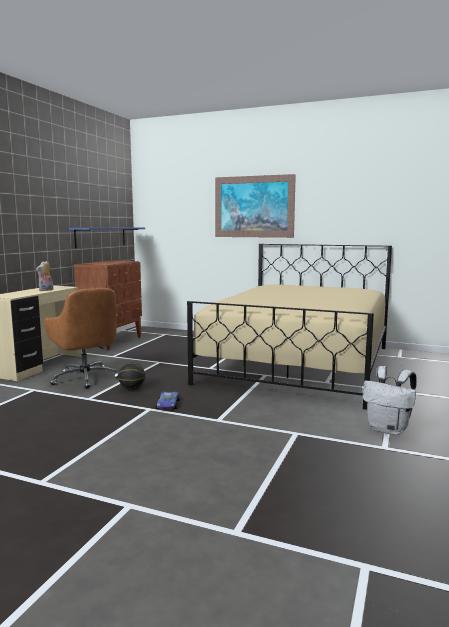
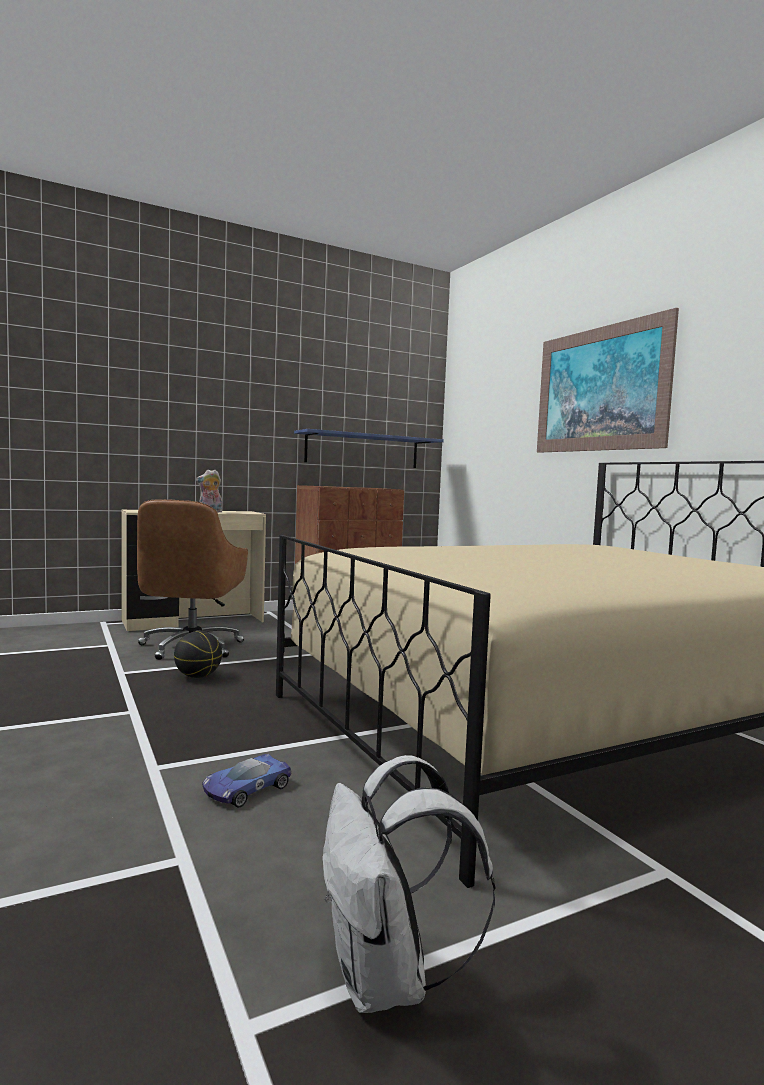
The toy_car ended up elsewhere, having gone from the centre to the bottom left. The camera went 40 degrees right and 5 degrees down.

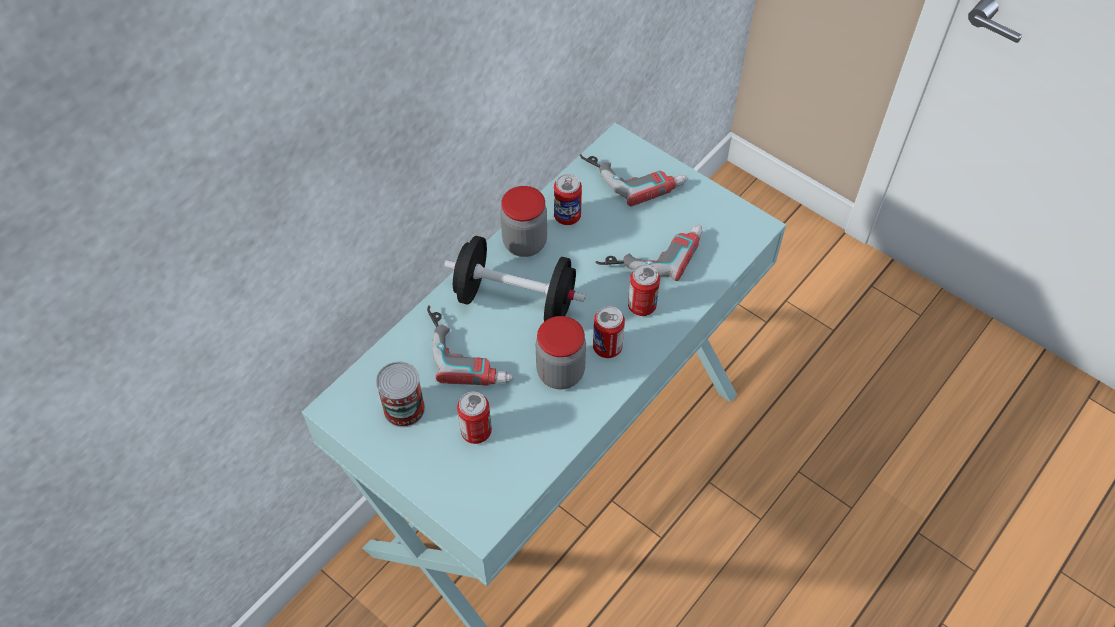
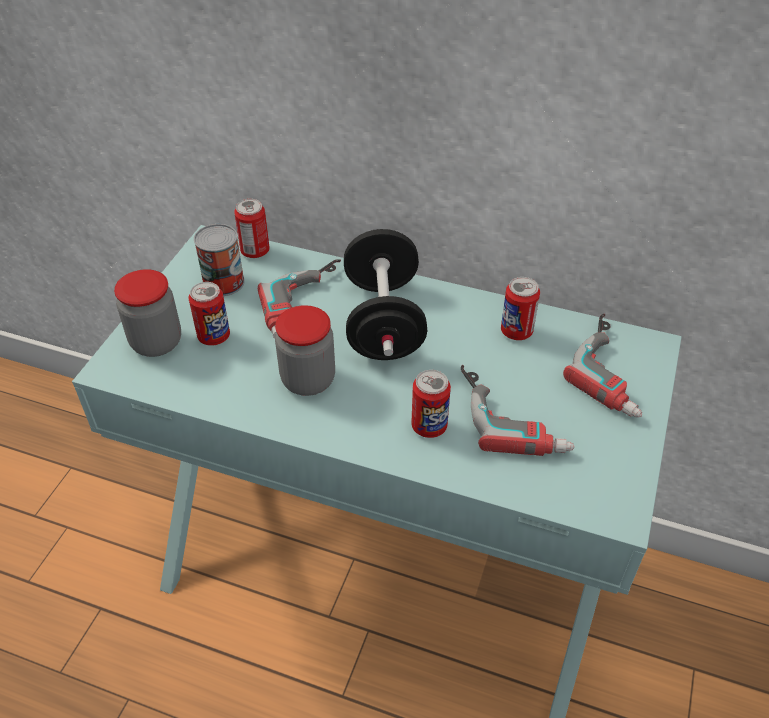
The jar (1st from left) ended up elsewhere, having gone from the centre to the middle left. The can (4th from left in the first image) ended up elsewhere, having gone from the centre to the top left. The camera went 70 degrees right and 10 degrees down.

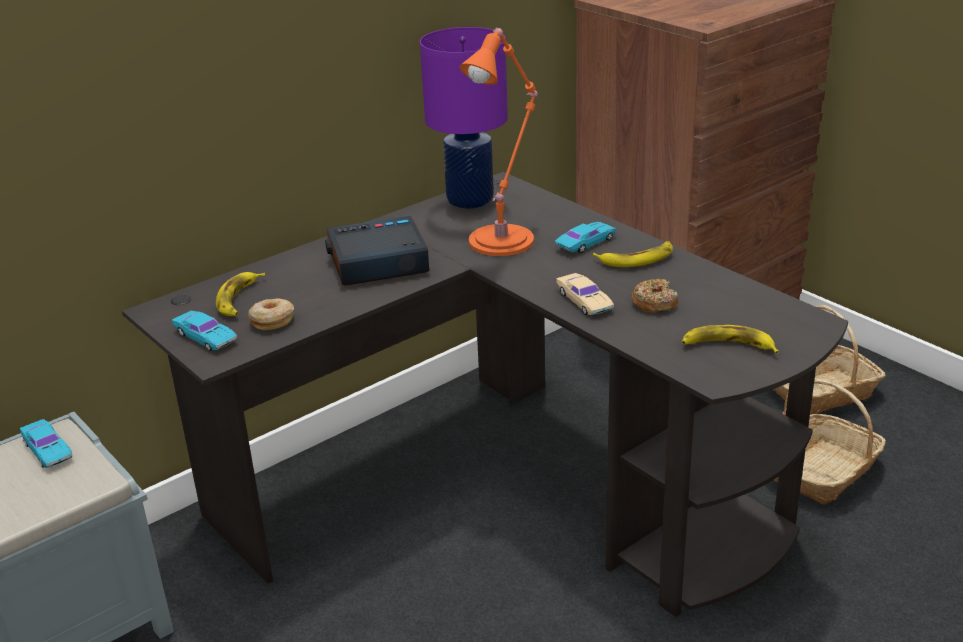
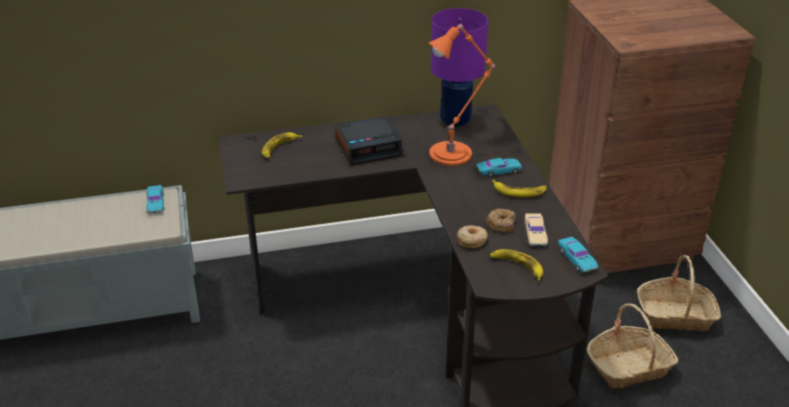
The alarm_clock at the centre ended up facing another way, 150 degrees clockwise from before. The donut (1st from left) ended up elsewhere, having gone from the middle left to the centre. The beige_toy_car ended up elsewhere, having gone from the centre to the middle right. The turquoise_toy_car (2nd from left in the first image) ended up elsewhere, having gone from the middle left to the middle right. The camera went 25 degrees right and 5 degrees up.

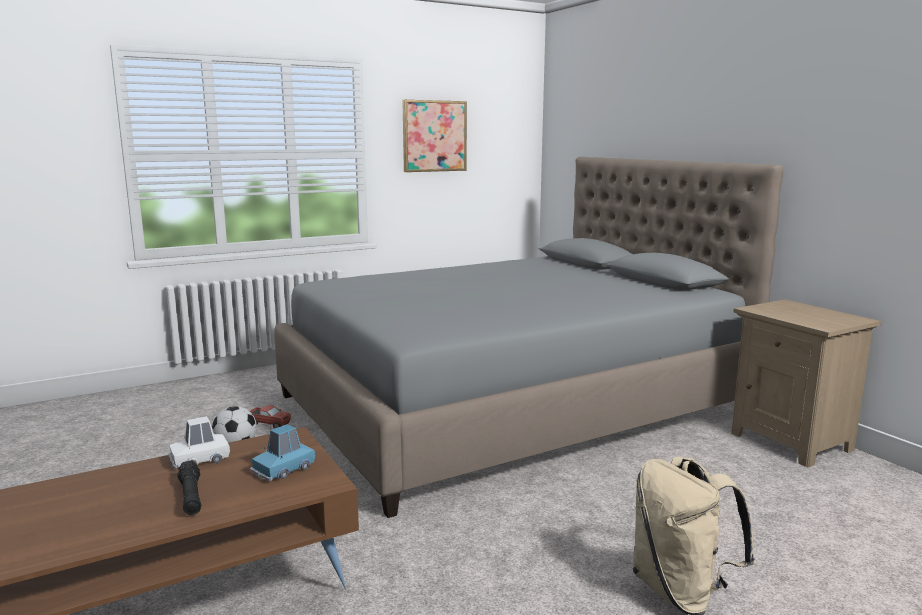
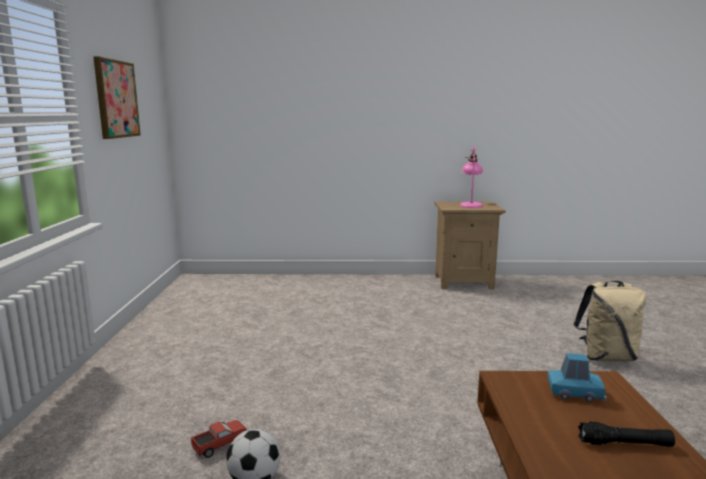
The second view gained the pink_table_lamp at the middle right. The blue_toy_car at the bottom left ended up facing another way, 60 degrees counterclockwise from before. The second view lost the white_toy_car at the bottom left. The second view lost the grey_bed at the centre. The camera went 60 degrees left and 0 degrees up.

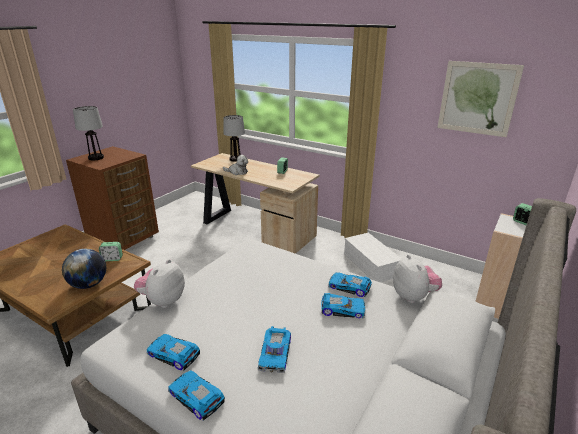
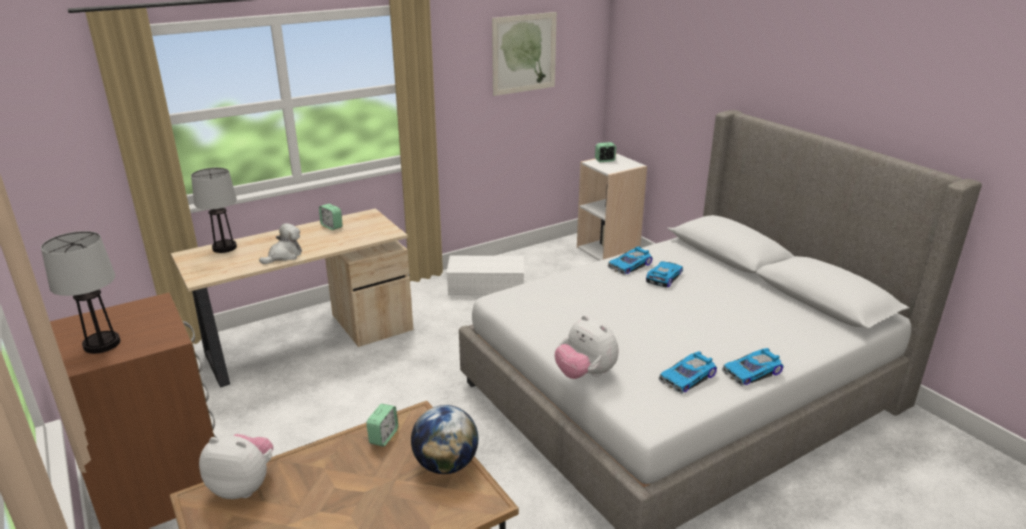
The plush_toy (3rd from left in the first image) ended up elsewhere, having gone from the middle right to the bottom left. The second view lost the toy_car (3rd from left) at the bottom centre. The camera went 65 degrees left and 0 degrees up.

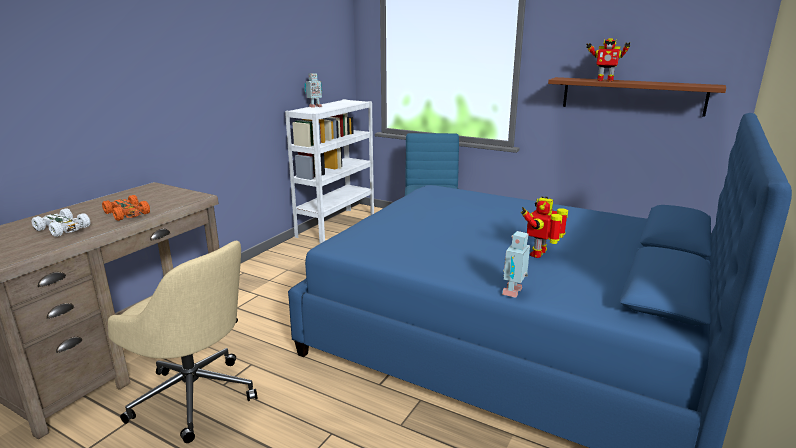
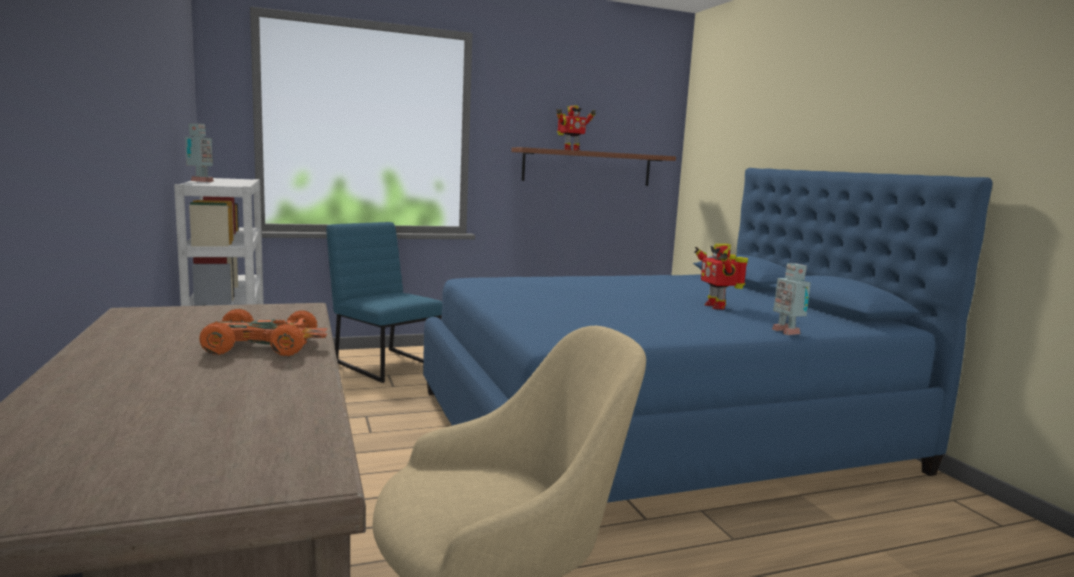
The second view lost the white_toy_car at the middle left. The camera went 50 degrees left and 10 degrees down.

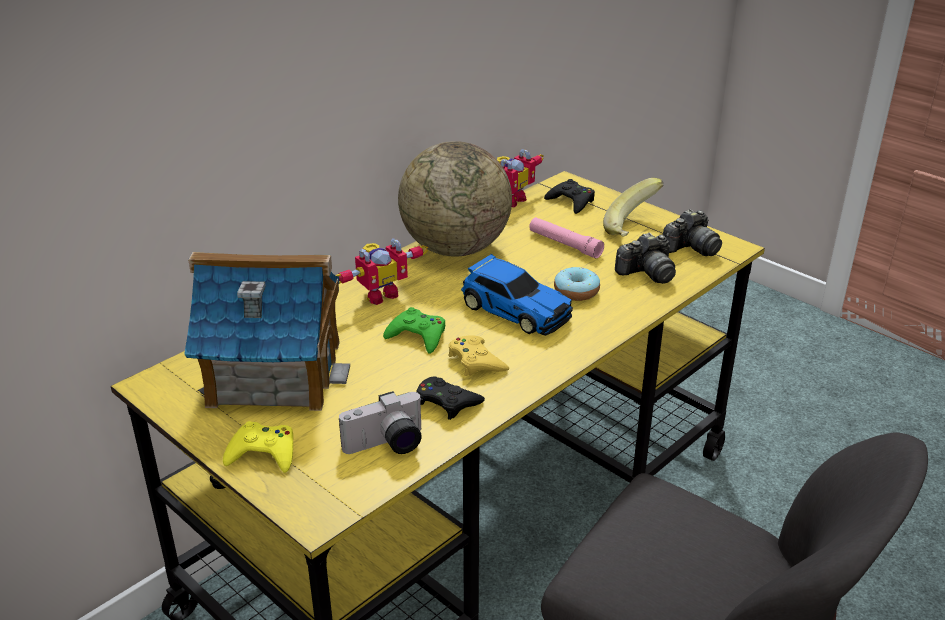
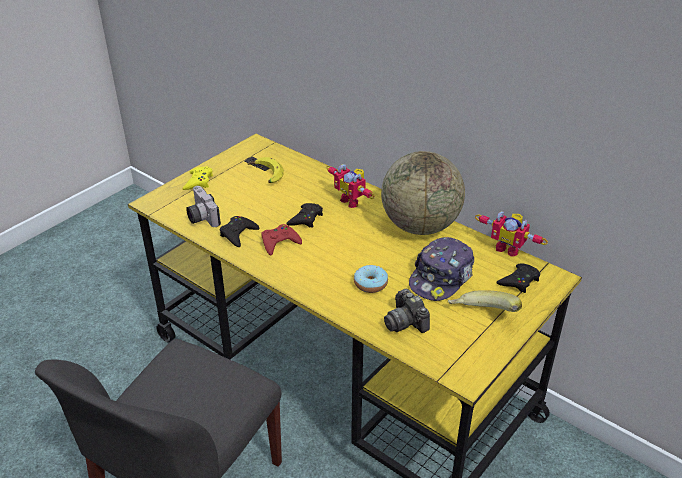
Where the toy_house stood at the middle left, the banana (1st from left) came to stand at the centre. What was the yellow_game_controller (2nd from left) at the centre turned into the red_game_controller at the centre. What was the green_game_controller at the centre turned into the black_game_controller (2nd from left) at the centre. Where the pink_flashlight stood at the centre, the cap came to stand at the centre. The second view lost the toy_car at the centre. The second view lost the photo_camera (3rd from left) at the middle right. The camera went 85 degrees right and 5 degrees up.

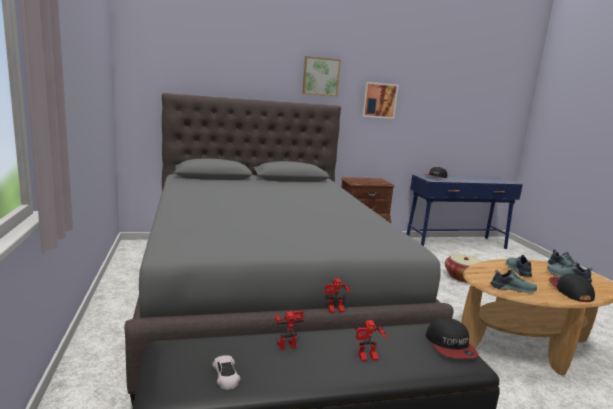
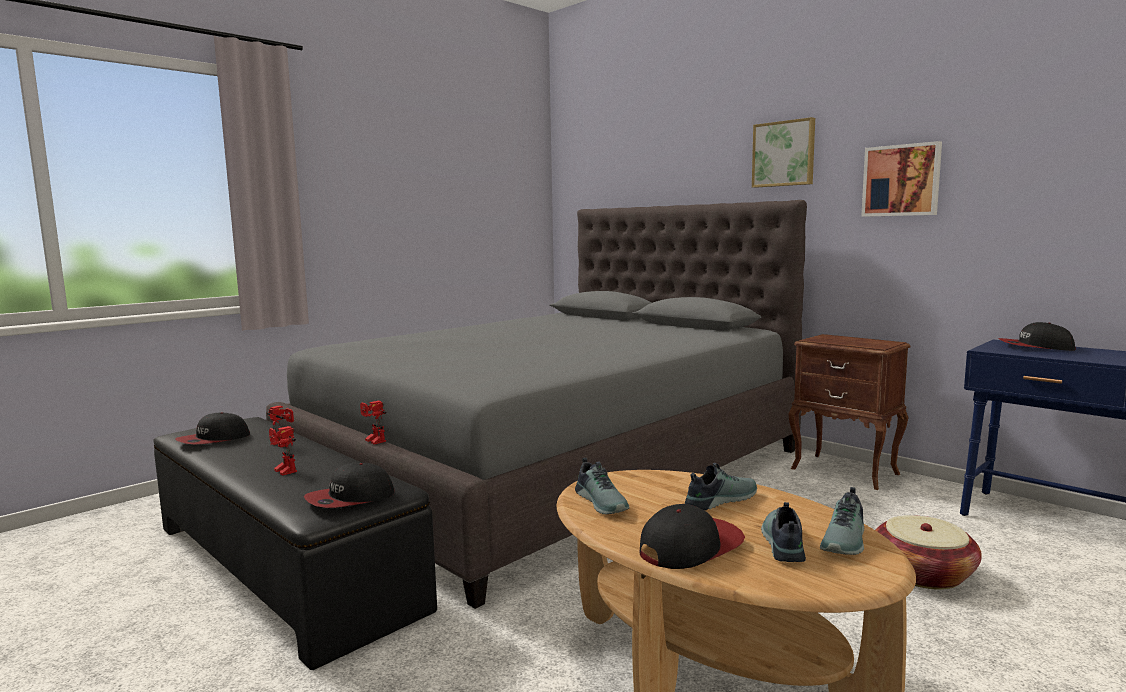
Where the white_toy_car stood at the bottom centre, the cap (1st from left) came to stand at the middle left. The camera went 60 degrees right and 5 degrees down.

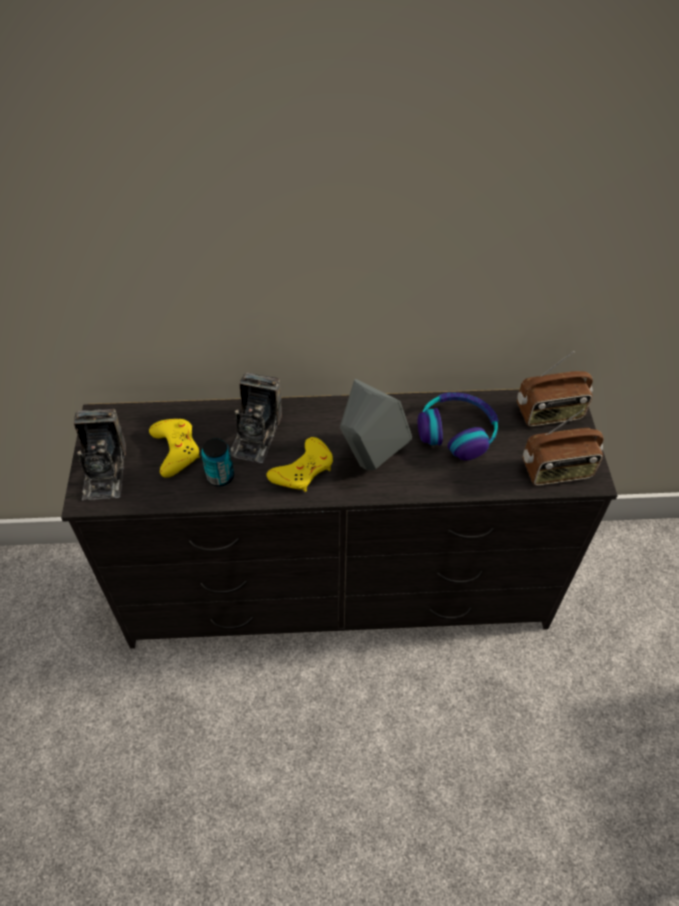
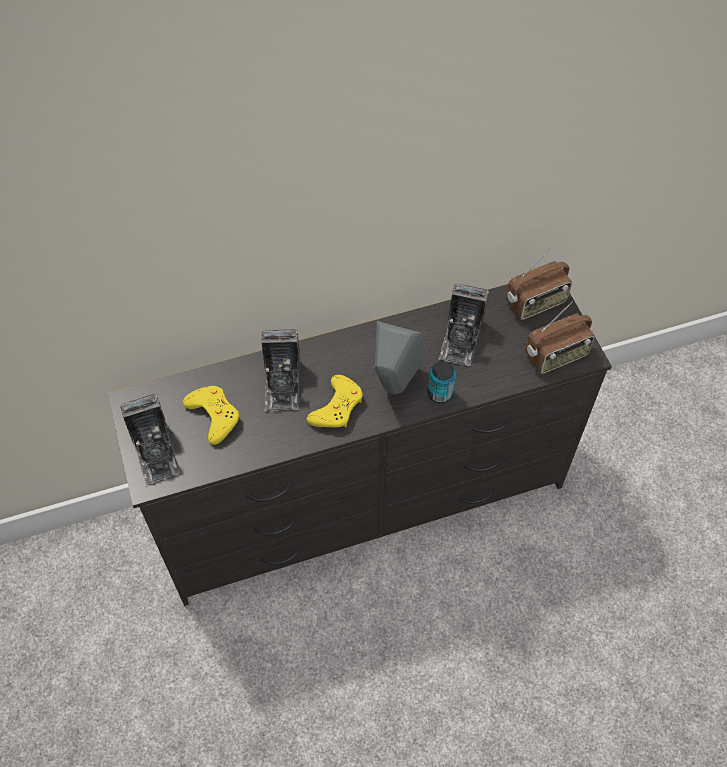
The can ended up elsewhere, having gone from the middle left to the centre. Where the headphones stood at the middle right, the photo_camera (3rd from left) came to stand at the centre. The camera went 15 degrees left and 5 degrees up.

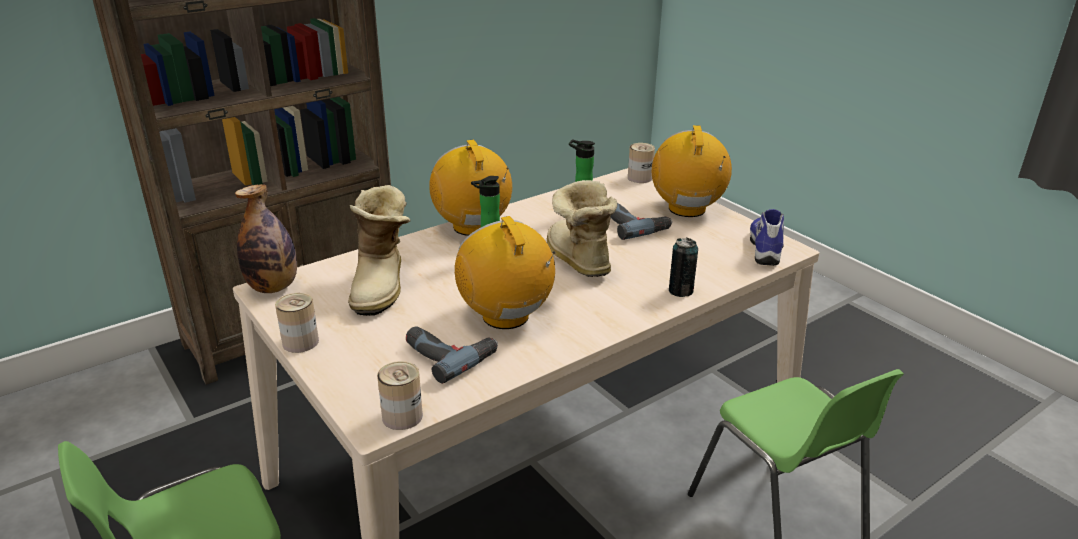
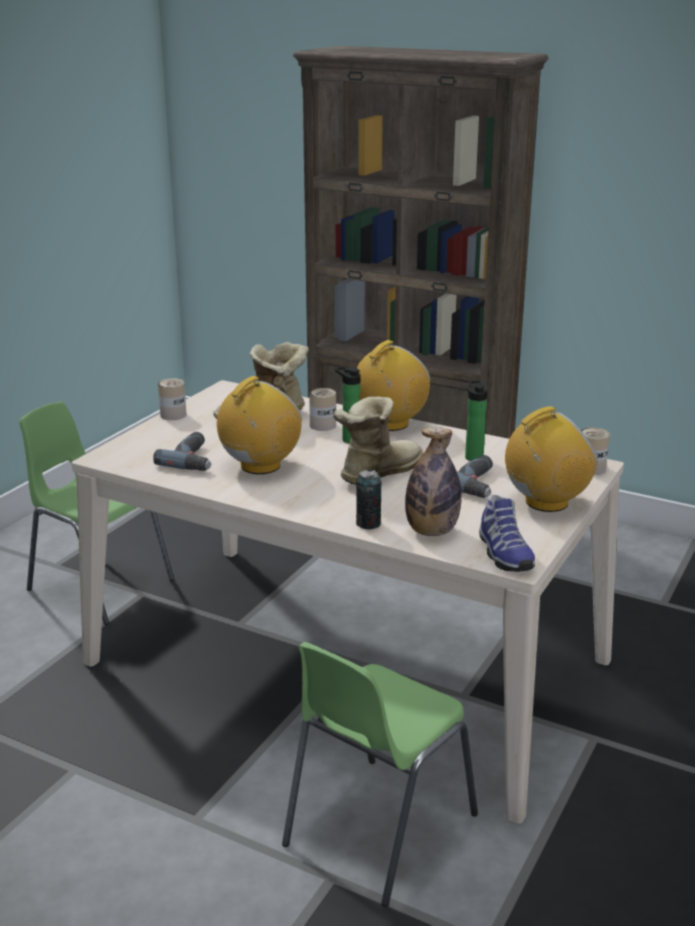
The can (2nd from left) ended up elsewhere, having gone from the bottom centre to the centre. The bottle (1st from left in the first image) ended up elsewhere, having gone from the middle left to the centre. The shoe at the middle right ended up facing another way, 90 degrees clockwise from before. The camera went 65 degrees right and 5 degrees down.

